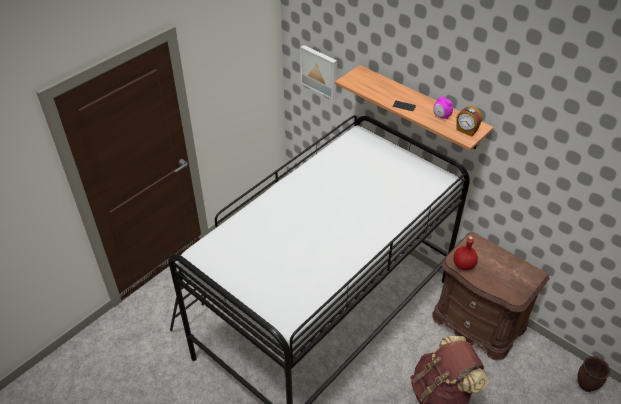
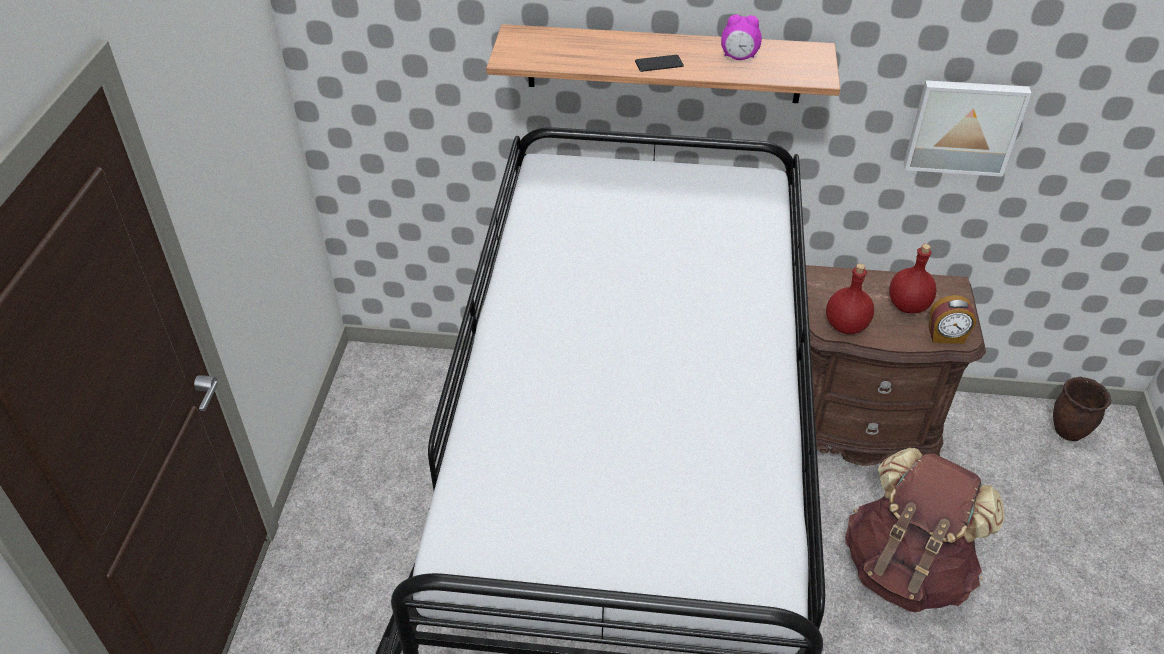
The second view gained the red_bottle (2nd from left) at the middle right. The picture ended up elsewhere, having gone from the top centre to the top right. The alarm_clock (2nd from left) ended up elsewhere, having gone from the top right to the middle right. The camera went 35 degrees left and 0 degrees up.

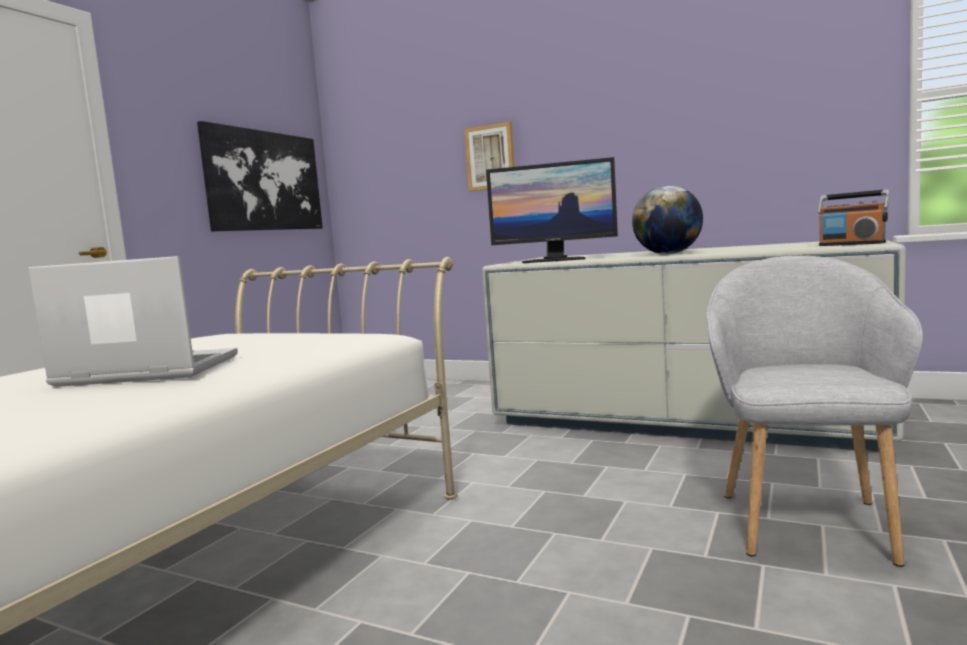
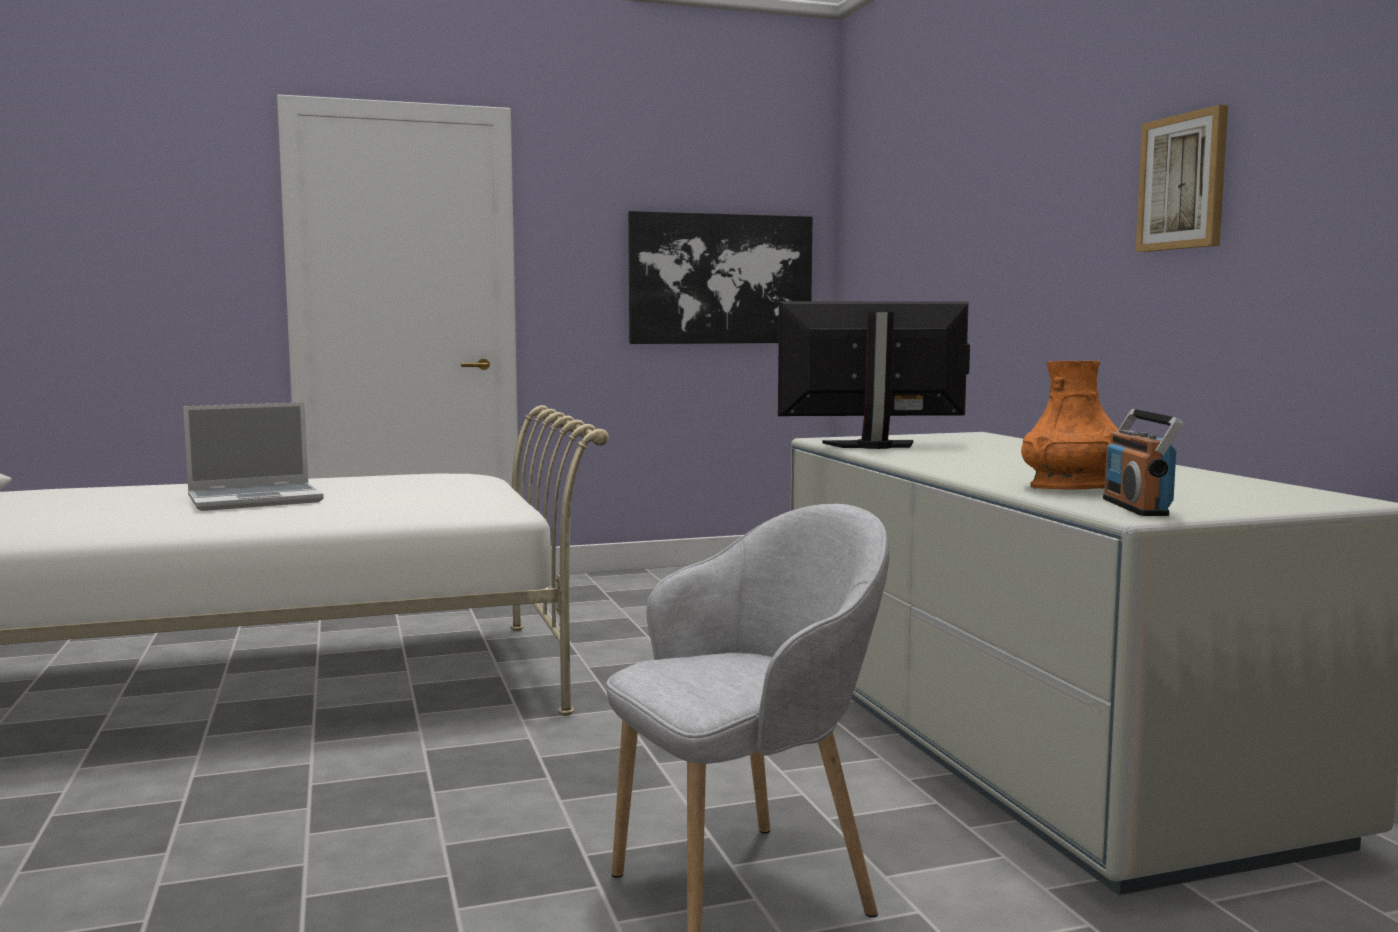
The laptop at the middle left ended up facing another way, 105 degrees clockwise from before. The monitor at the top centre ended up facing another way, 120 degrees clockwise from before. The second view gained the orange_vase at the middle right. The picture (2nd from left) ended up elsewhere, having gone from the top centre to the top right. The second view lost the globe at the middle right. The camera went 45 degrees right and 0 degrees up.

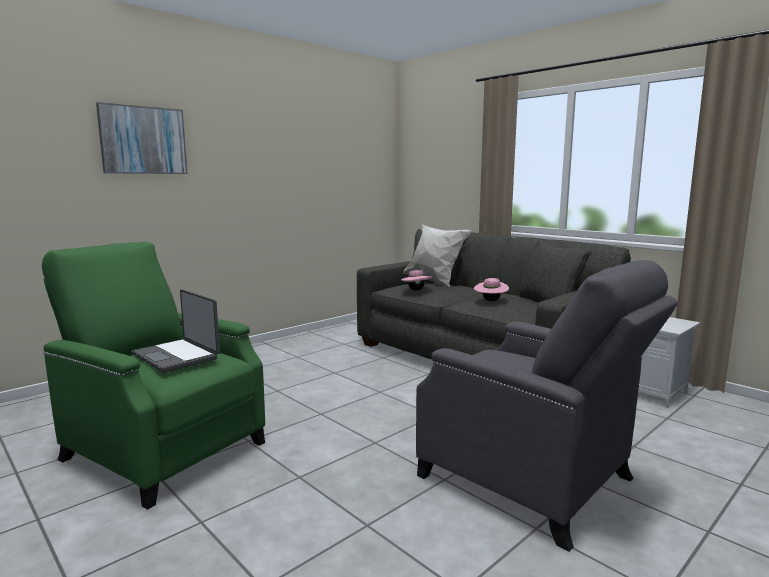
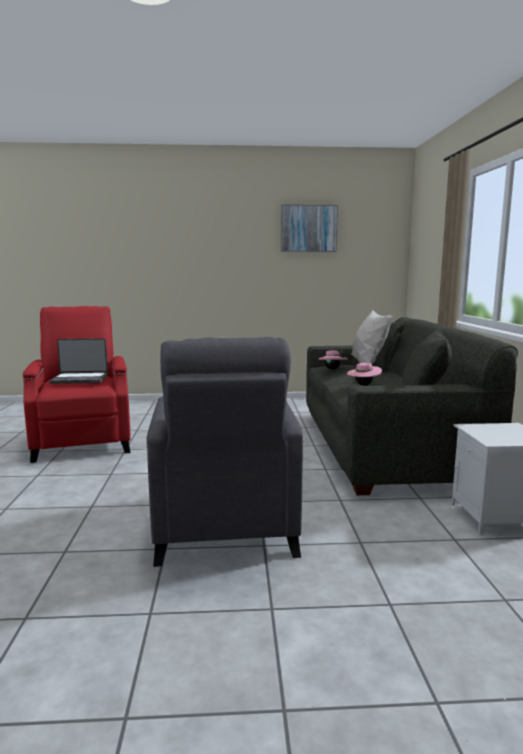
What was the green_armchair at the middle left turned into the red_armchair at the middle left. The laptop at the middle left ended up facing another way, 90 degrees counterclockwise from before. The picture ended up elsewhere, having gone from the top left to the top centre. The camera went 40 degrees right and 0 degrees up.

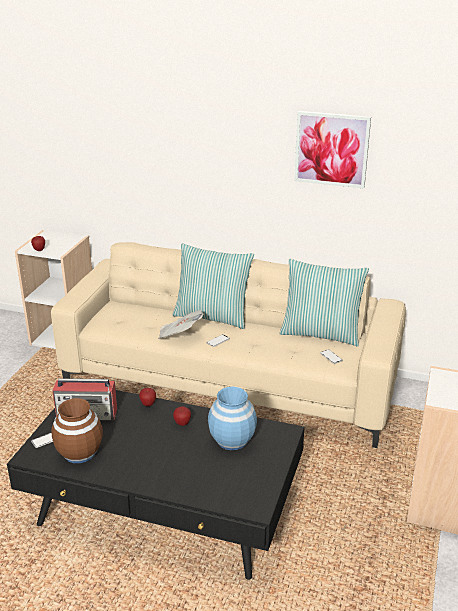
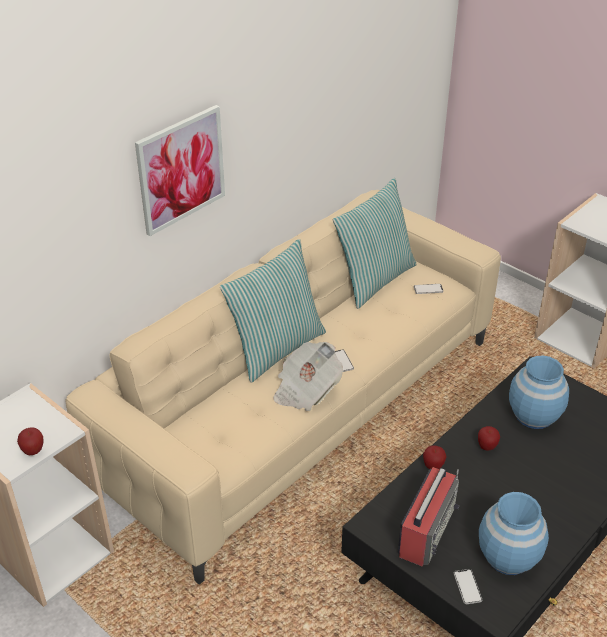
The picture ended up elsewhere, having gone from the top right to the top left. What was the brown_vase at the bottom left turned into the blue_vase (1st from left) at the bottom right. The camera went 65 degrees left and 10 degrees up.

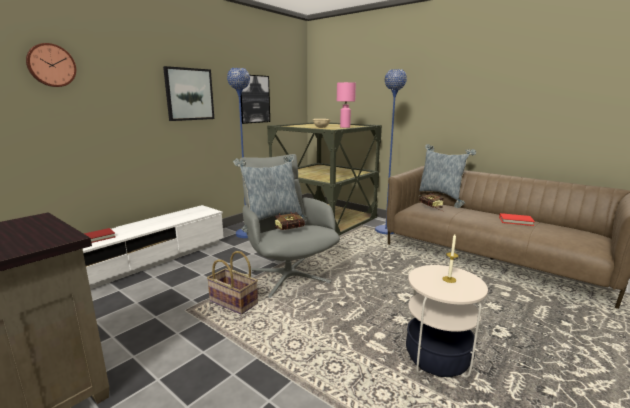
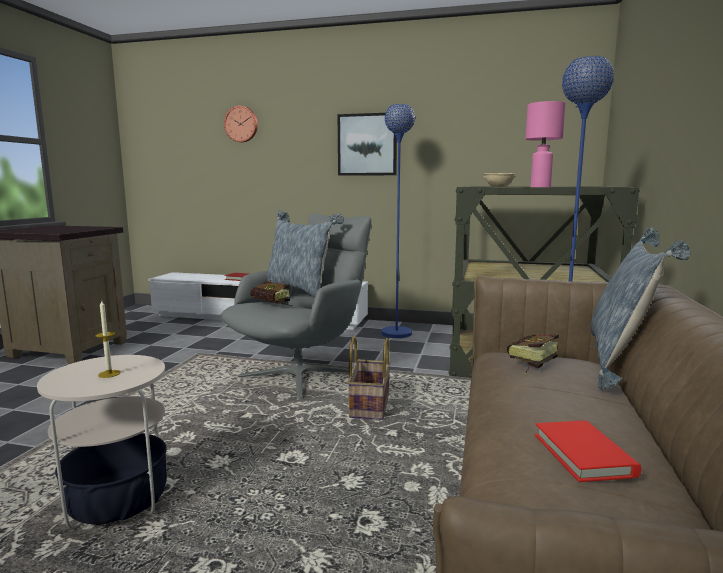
The basket ended up elsewhere, having gone from the bottom centre to the centre. The second view lost the picture (2nd from left) at the top centre. The camera went 65 degrees right and 5 degrees down.

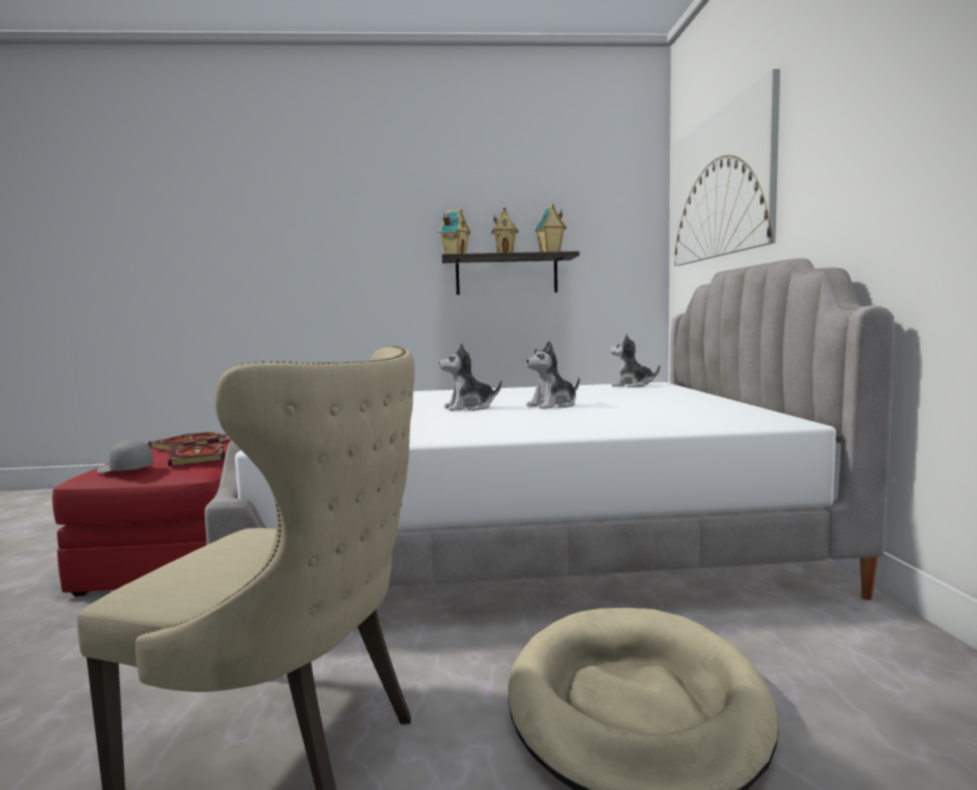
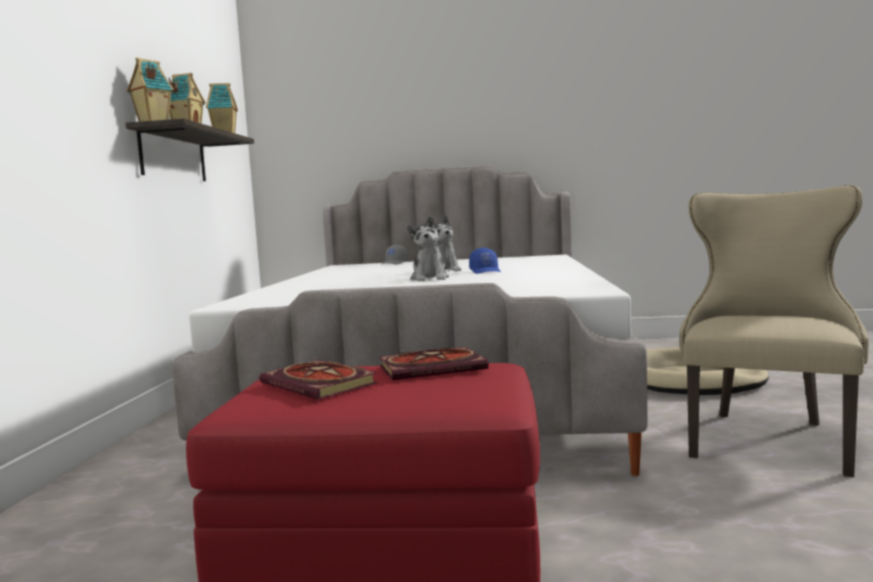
The grey_cap ended up elsewhere, having gone from the middle left to the centre. The second view gained the blue_cap at the centre. The second view lost the plush_toy (3rd from left) at the centre. The second view lost the picture at the top right. The camera went 80 degrees left and 0 degrees up.

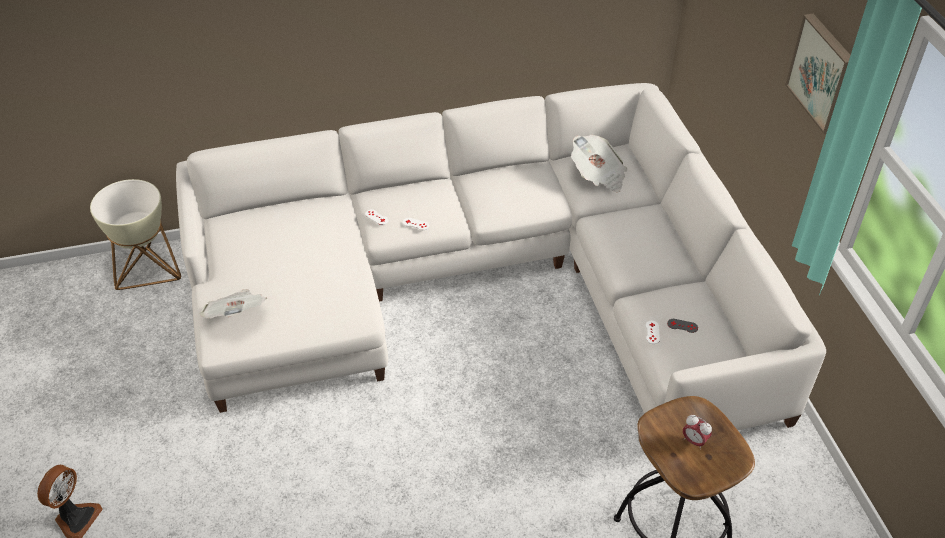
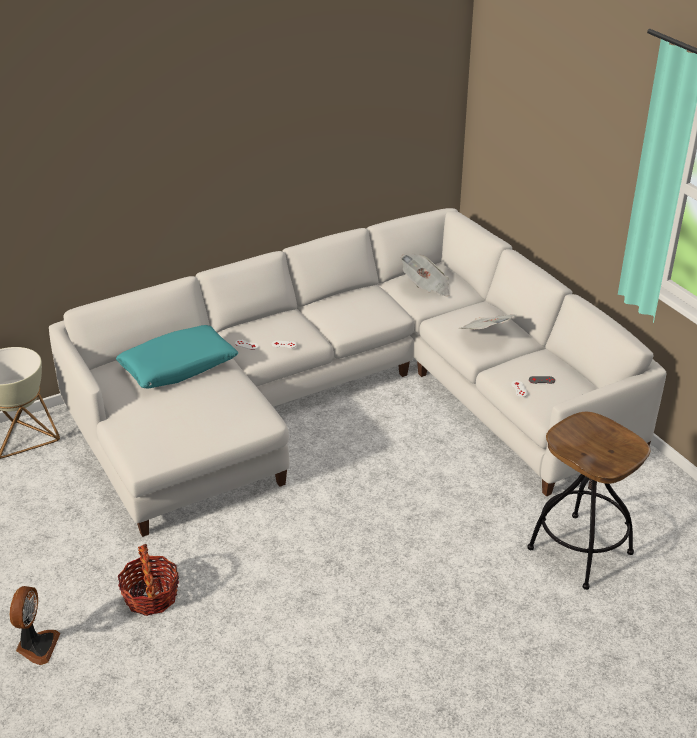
The second view gained the turquoise_pillow at the middle left. The second view gained the basket at the bottom left. The newspaper (1st from left in the first image) ended up elsewhere, having gone from the middle left to the middle right. The second view lost the alarm_clock at the bottom right. The second view lost the picture at the top right. The camera went 15 degrees left and 10 degrees down.

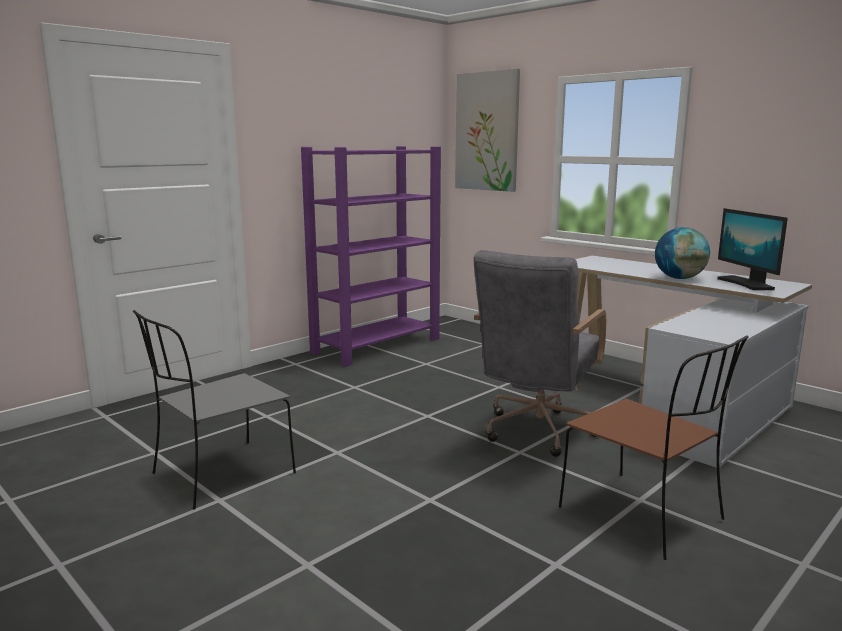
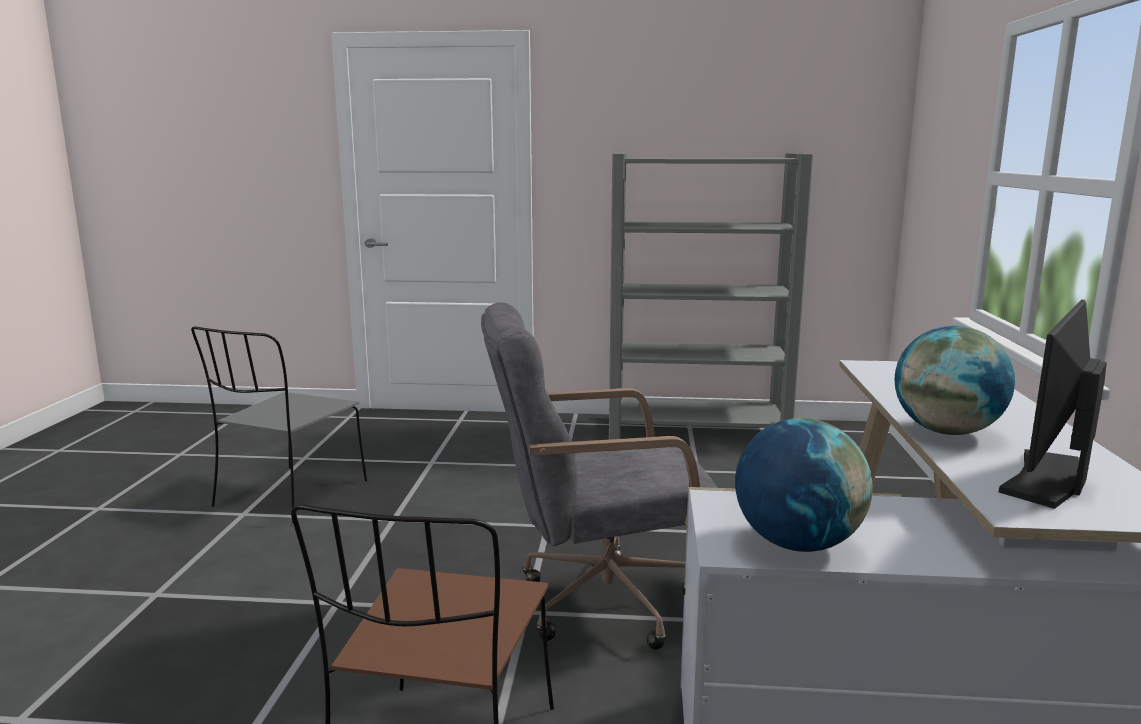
The grey_chair at the middle left ended up facing another way, 75 degrees counterclockwise from before. What was the purple_bookcase at the centre turned into the grey_bookcase at the centre. The second view gained the globe (1st from left) at the bottom right. The second view lost the picture at the top centre. The camera went 50 degrees right and 0 degrees up.

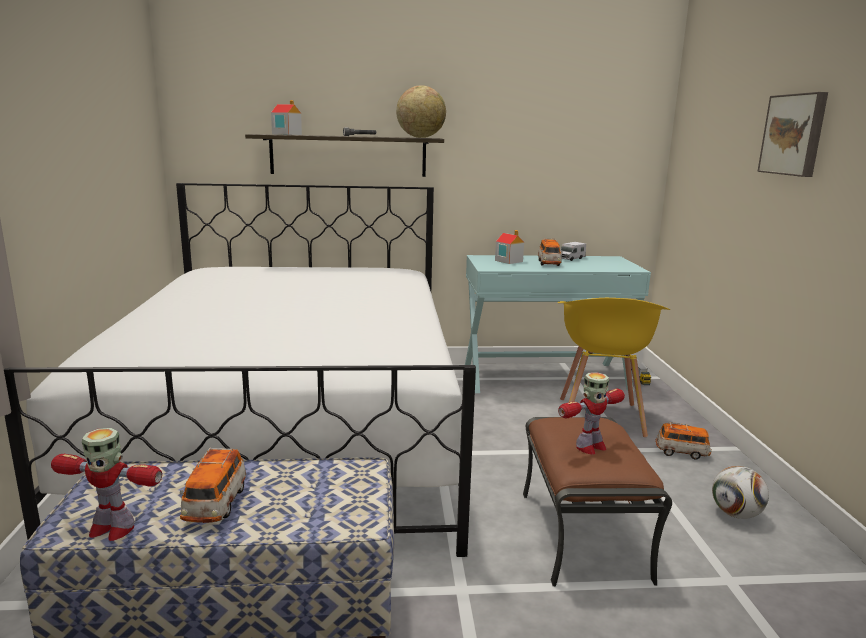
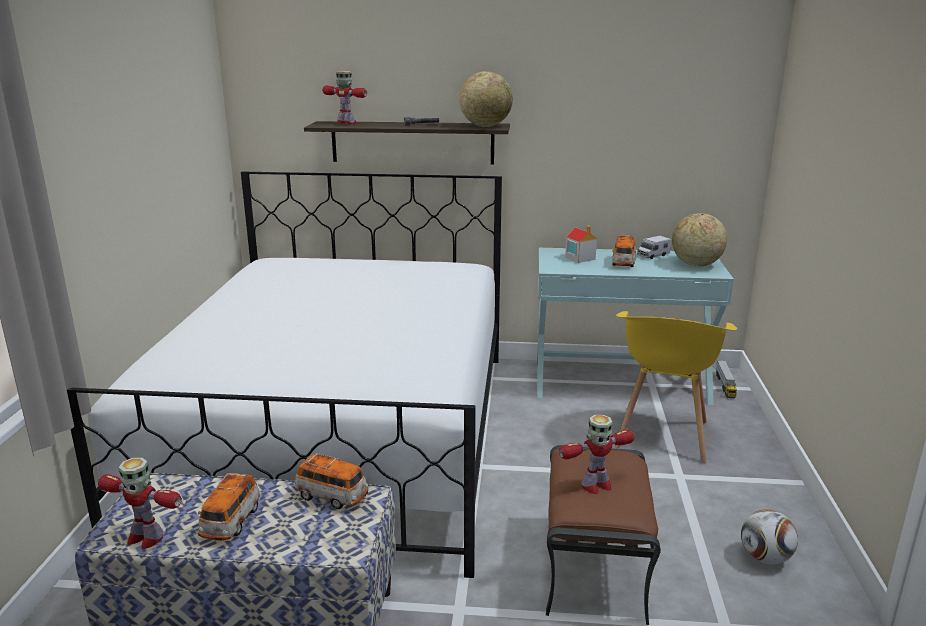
The toy_car (3rd from left in the first image) ended up elsewhere, having gone from the bottom right to the bottom centre. Where the toy_house (1st from left) stood at the top left, the toy_robot (2nd from left) came to stand at the top centre. The second view gained the globe (2nd from left) at the middle right. The second view lost the picture at the top right. The camera went 10 degrees right and 5 degrees up.

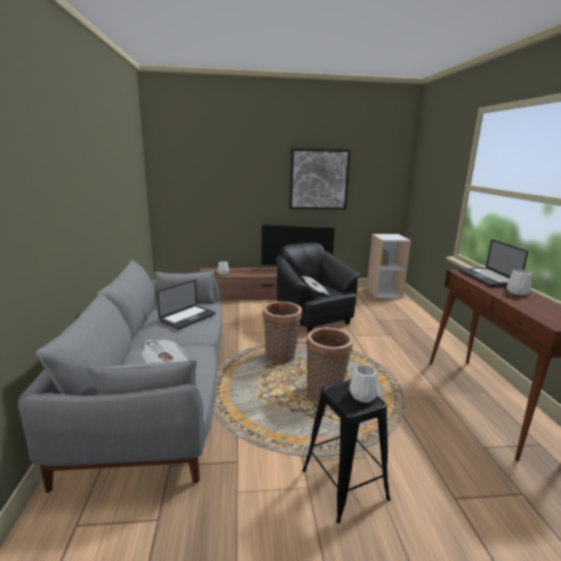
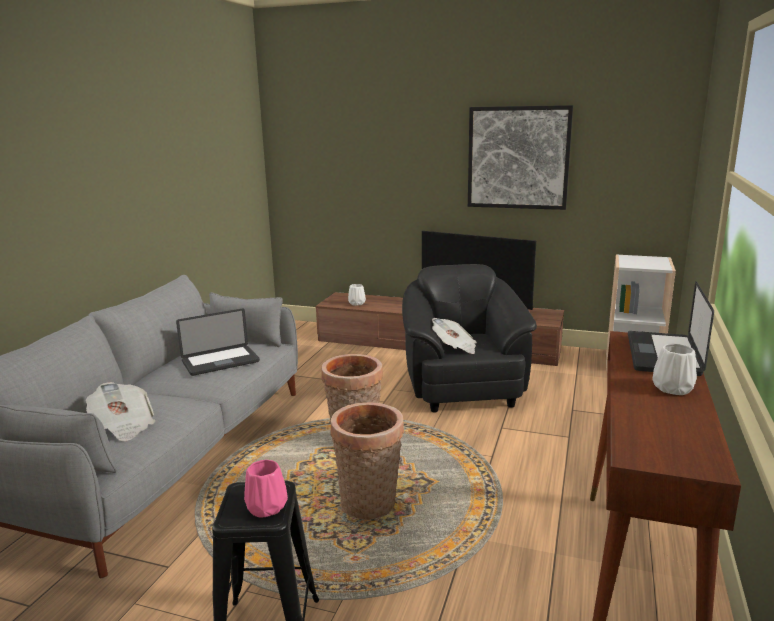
What was the white_vase (2nd from left) at the bottom centre turned into the pink_vase at the bottom centre. The camera went 25 degrees right and 0 degrees up.

